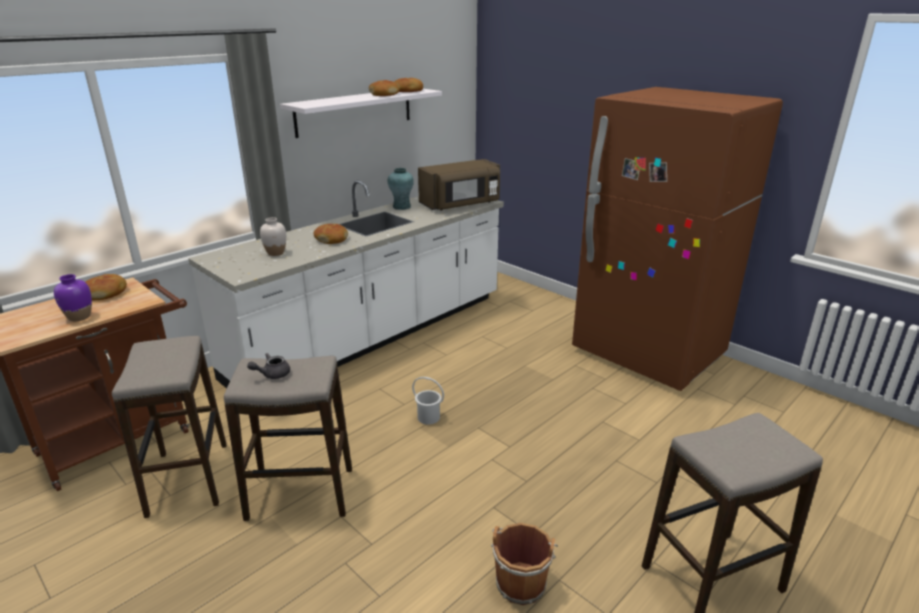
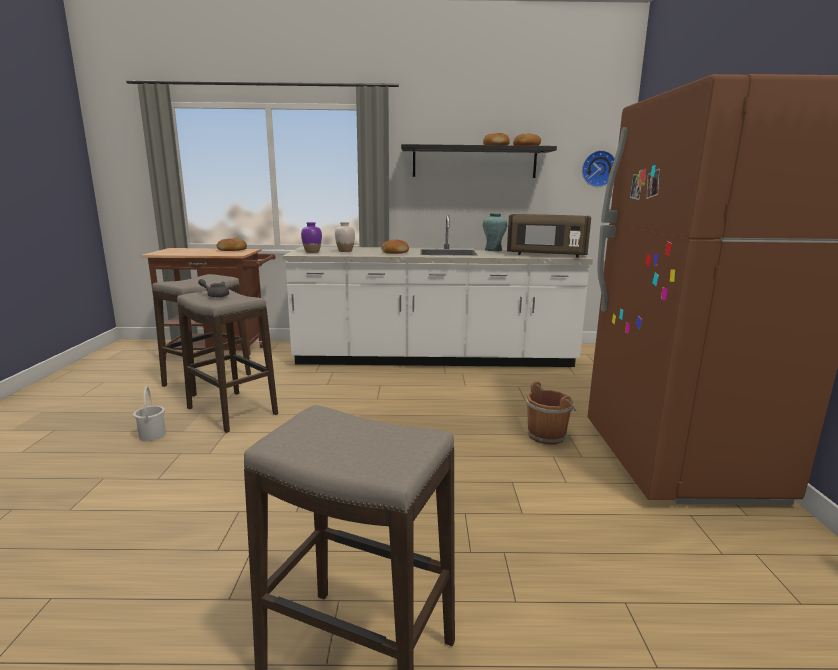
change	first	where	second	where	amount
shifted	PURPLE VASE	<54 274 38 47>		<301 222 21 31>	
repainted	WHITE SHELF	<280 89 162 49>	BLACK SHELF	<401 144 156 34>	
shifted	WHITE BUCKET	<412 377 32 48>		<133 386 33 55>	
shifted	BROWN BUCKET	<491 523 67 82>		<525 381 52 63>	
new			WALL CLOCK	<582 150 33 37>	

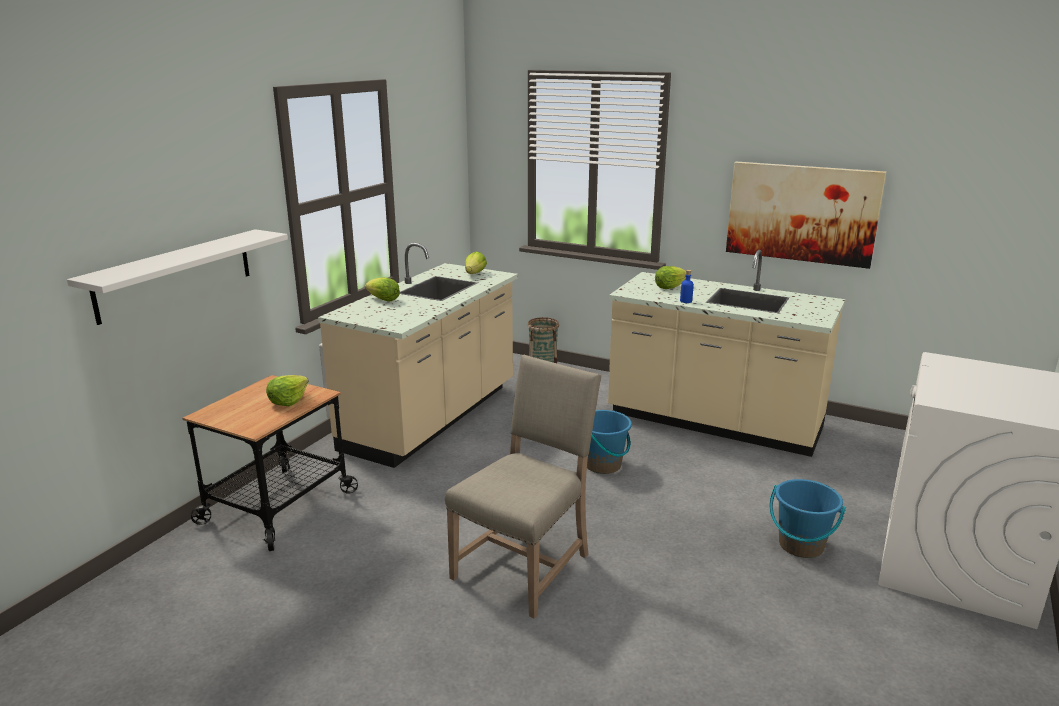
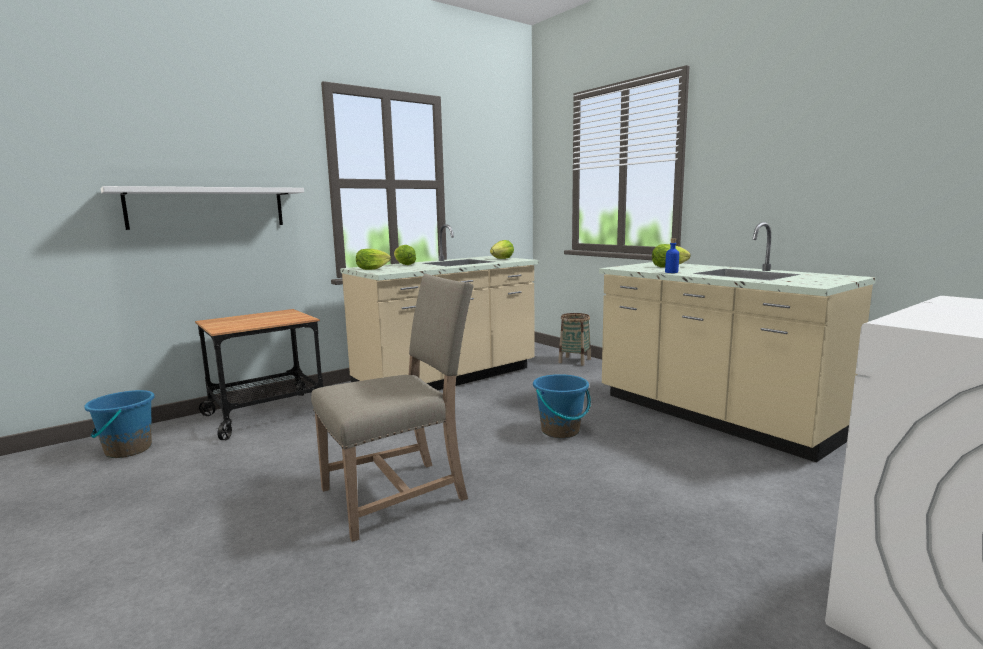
change	first	where	second	where	amount
shifted	LETTUCE	<266 375 43 31>		<356 249 35 21>	
gone	PICTURE	<726 162 160 107>			
shifted	BLUE BUCKET	<769 479 77 79>		<84 390 71 68>	

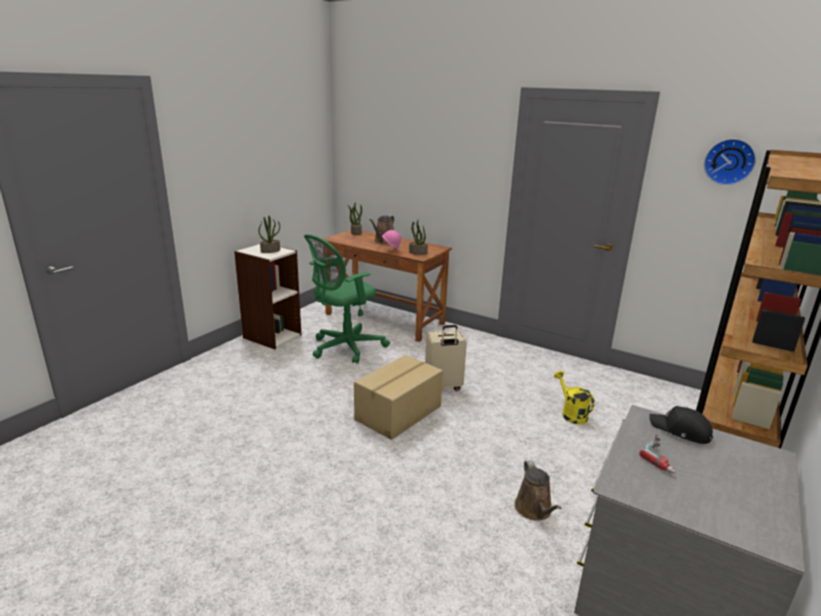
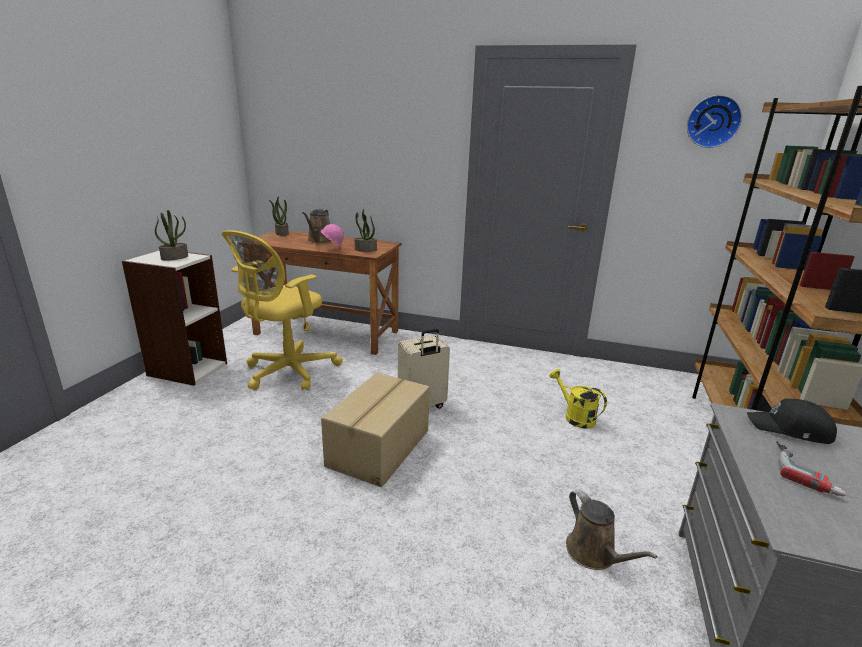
change	first	where	second	where	amount
repainted	GREEN OFFICE CHAIR	<304 234 86 130>	YELLOW OFFICE CHAIR	<222 230 121 160>	

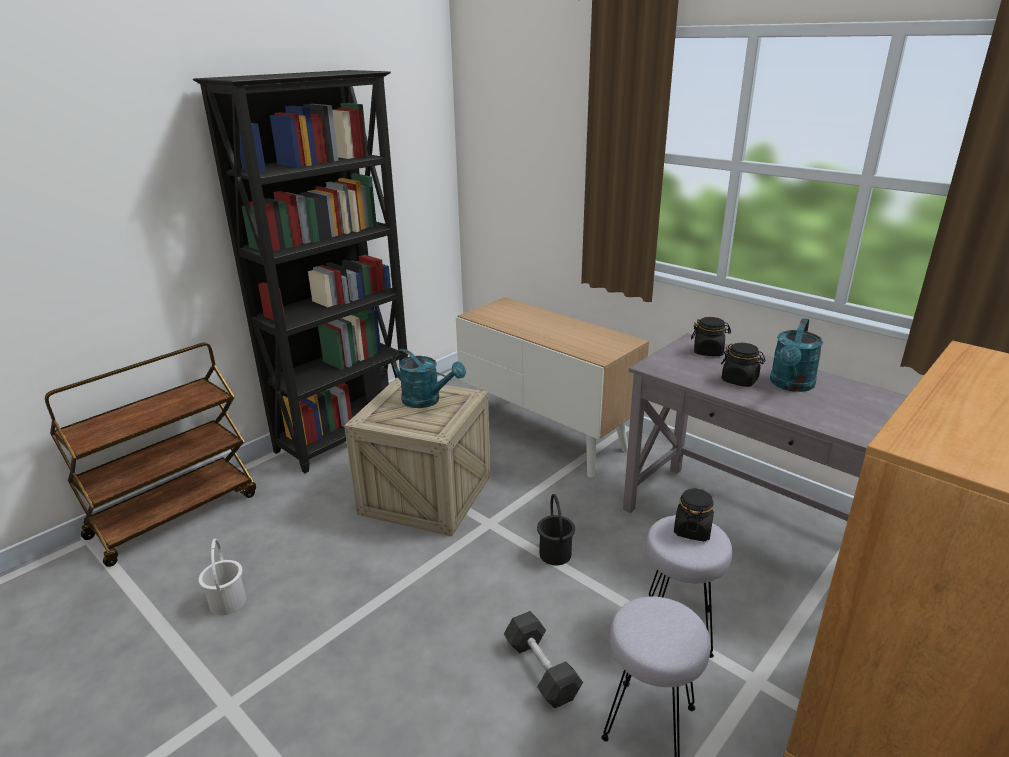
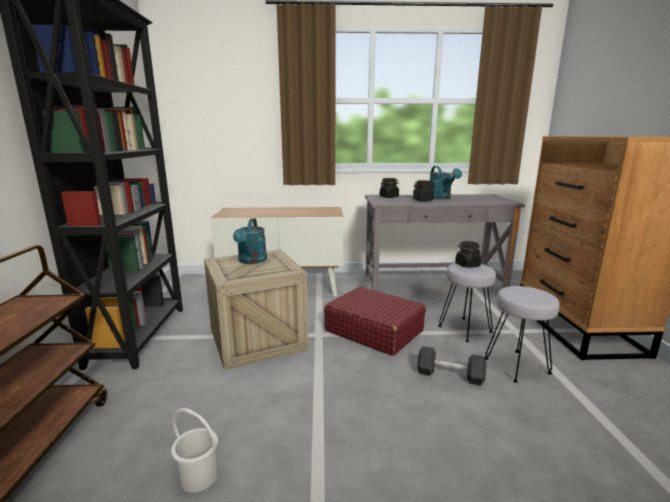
change	first	where	second	where	amount
rotated	TURQUOISE WATERING CAN	<392 349 74 59>		<233 218 34 46>	105 degrees clockwise
swapped	BLACK BUCKET	<537 494 38 71>	RED SUITCASE	<324 287 102 69>	

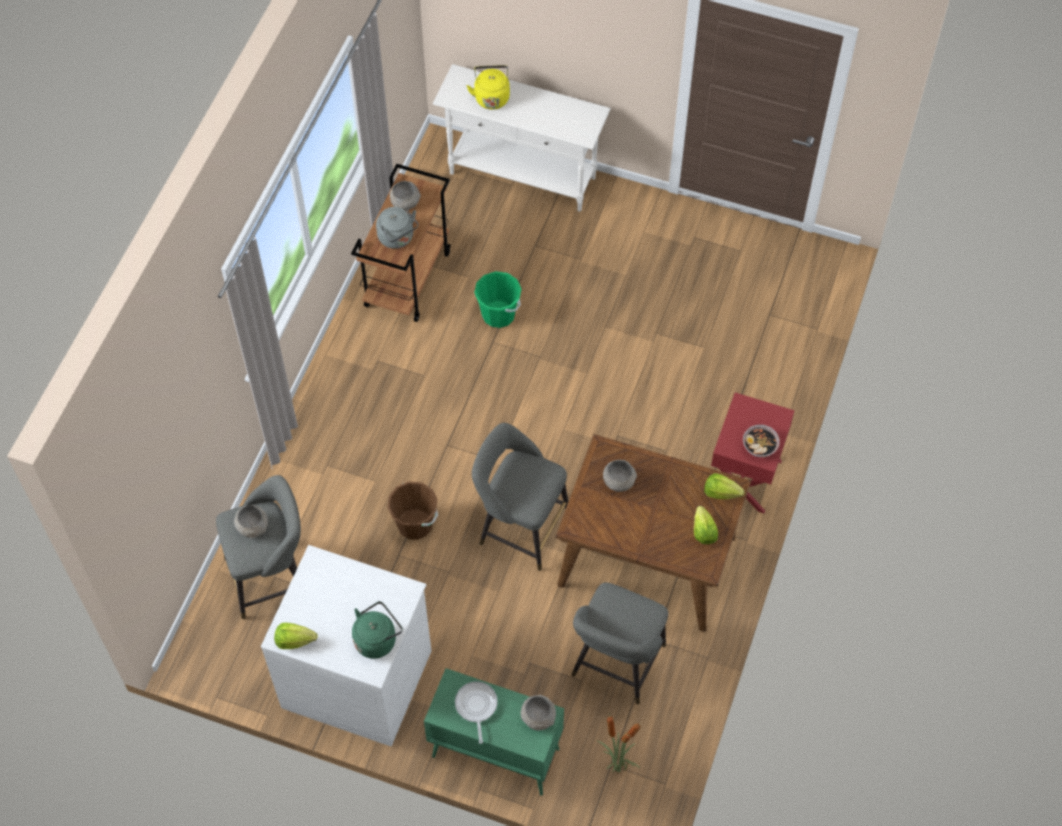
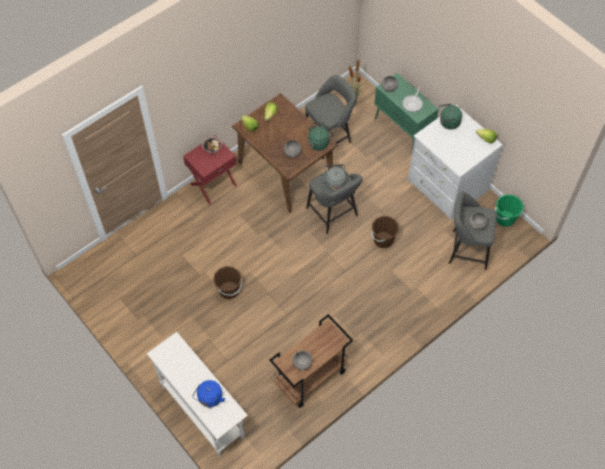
change	first	where	second	where	amount
shifted	GREY KETTLE	<376 207 43 42>		<320 164 26 27>	
repainted	YELLOW KETTLE	<467 65 43 45>	BLUE KETTLE	<192 380 33 27>	
shifted	GREEN BUCKET	<474 271 47 57>		<495 194 28 33>	
new			BROWN BUCKET	<213 266 29 33>	
new			GREEN KETTLE	<308 123 26 28>	

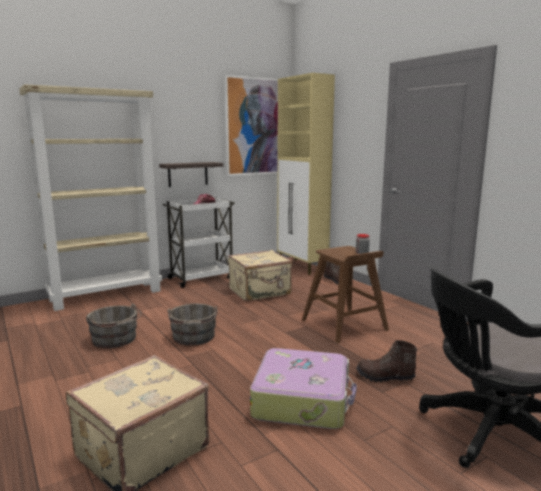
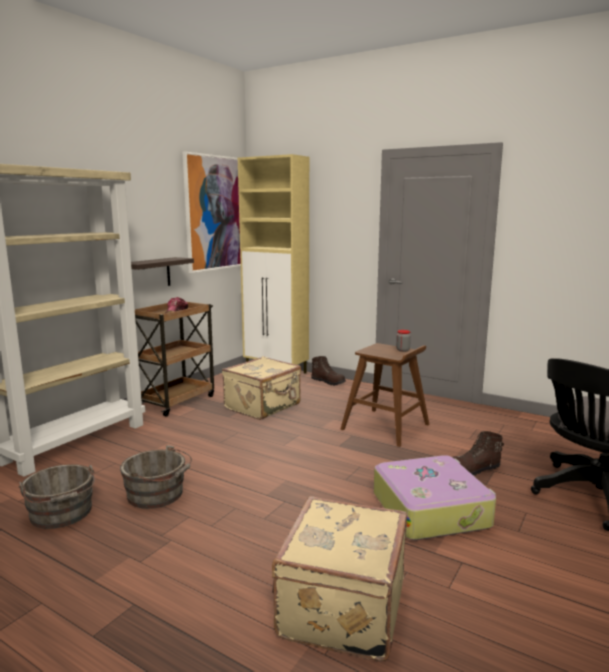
change	first	where	second	where	amount
repainted	WHITE CART	<163 197 72 91>	BROWN CART	<135 302 79 115>	
shifted	GREY BUCKET	<167 304 51 41>		<18 464 77 65>	

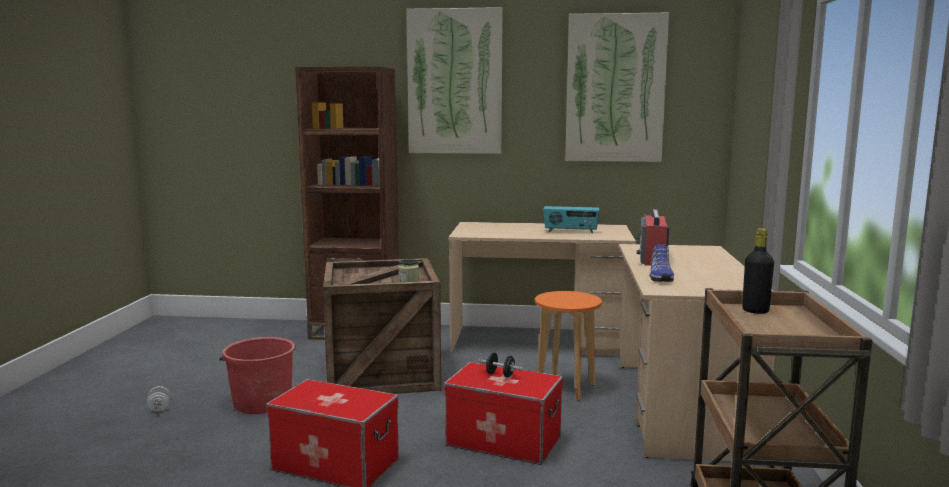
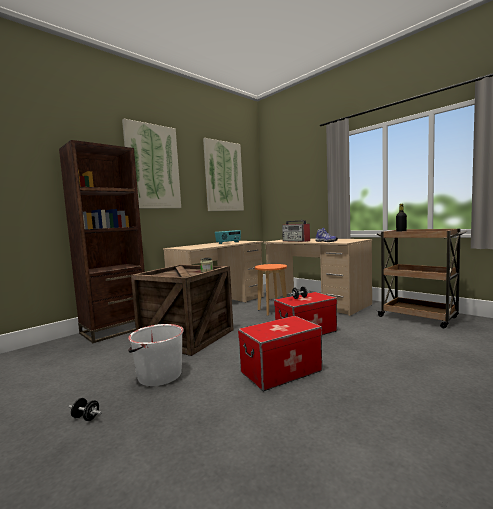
change	first	where	second	where	amount
repainted	WHITE DUMBBELL	<147 386 23 26>	BLACK DUMBBELL	<69 398 33 23>	
repainted	RED BUCKET	<219 337 77 77>	WHITE BUCKET	<128 324 56 62>	

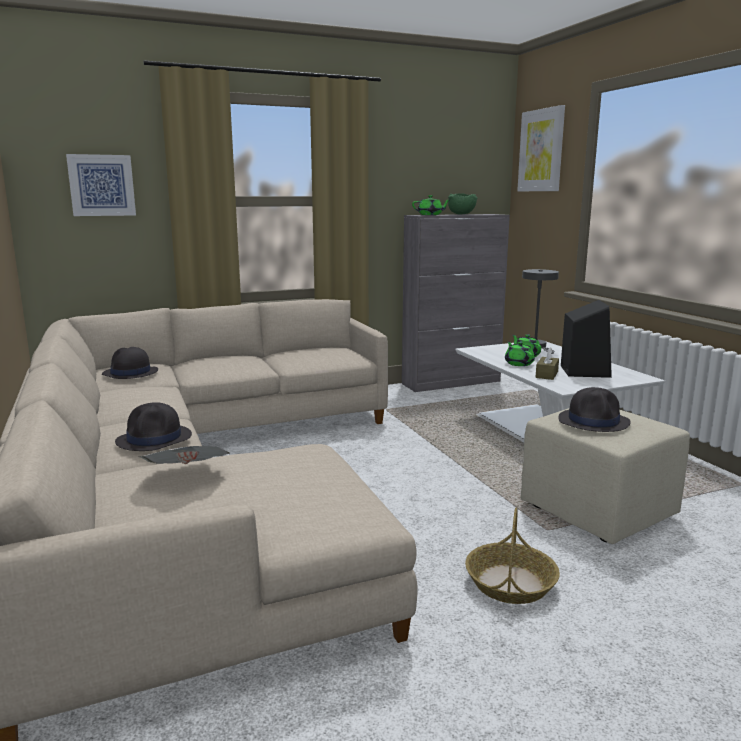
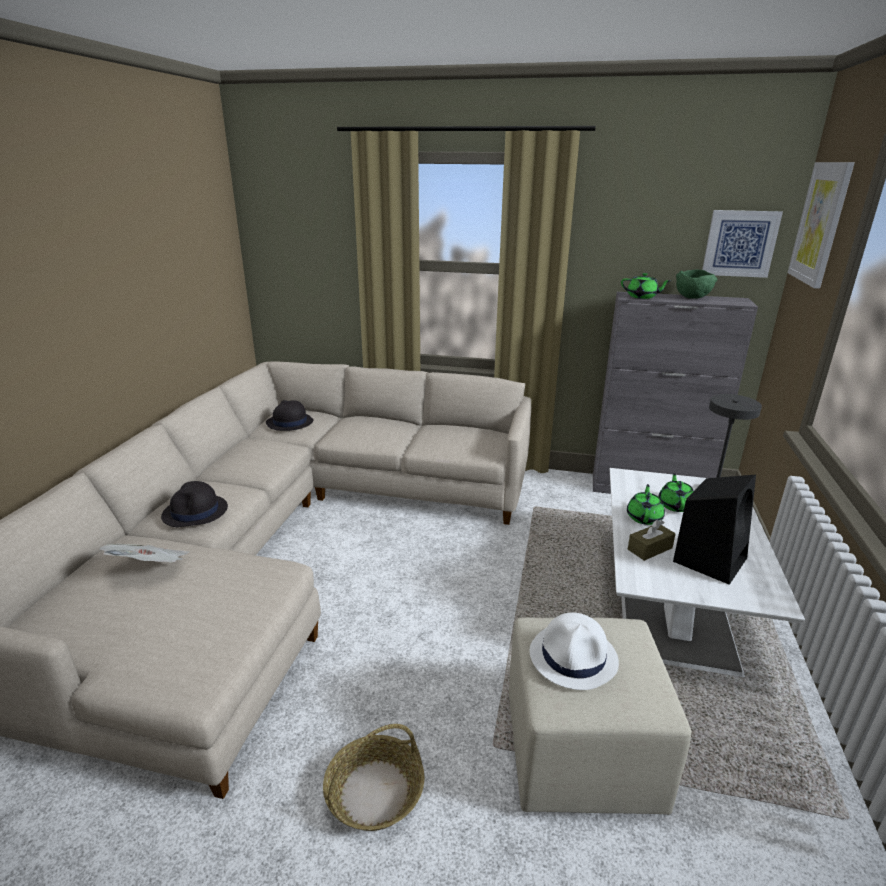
change	first	where	second	where	amount
shifted	PICTURE	<66 154 70 62>		<702 210 81 68>	
repainted	BLACK HAT	<558 387 73 45>	WHITE HAT	<530 612 89 78>	

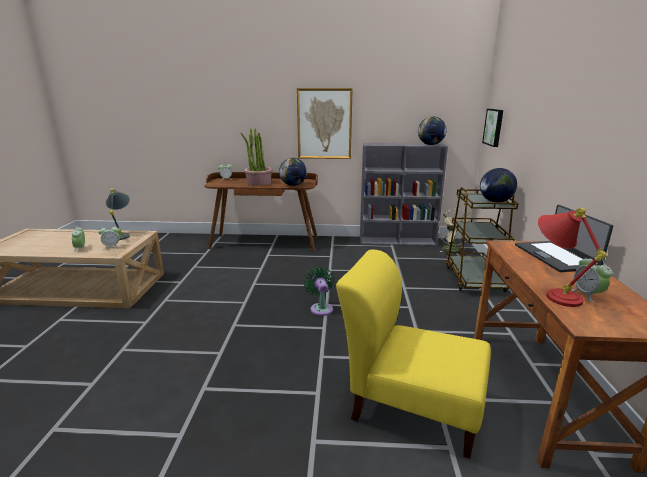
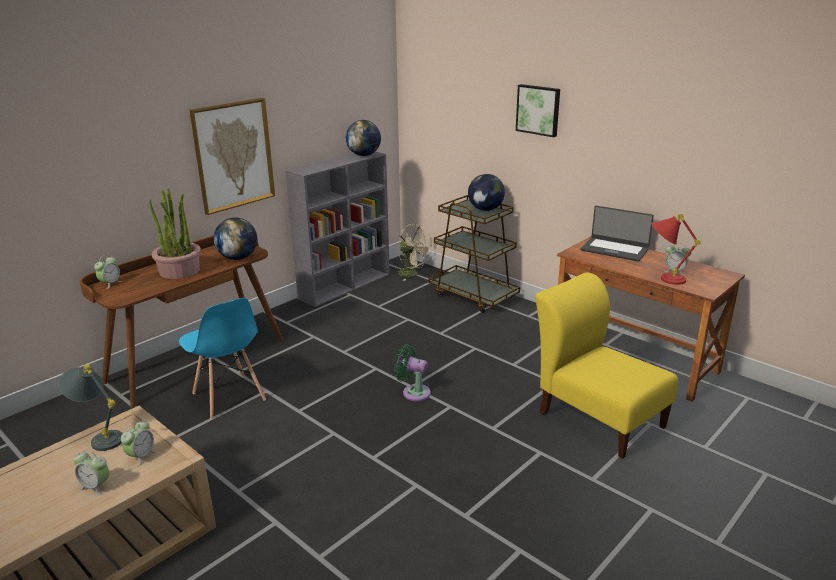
change	first	where	second	where	amount
rotated	YELLOW CHAIR	<336 249 155 210>		<535 272 143 187>	75 degrees clockwise
shifted	PICTURE	<482 109 21 38>		<516 84 44 53>	
new			BLUE CHAIR	<179 298 87 122>	

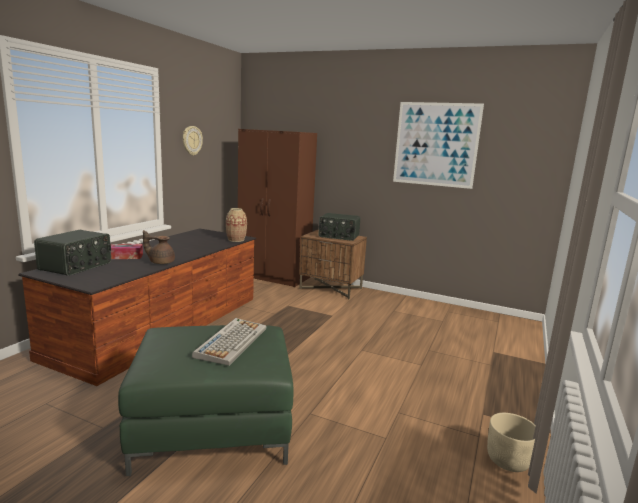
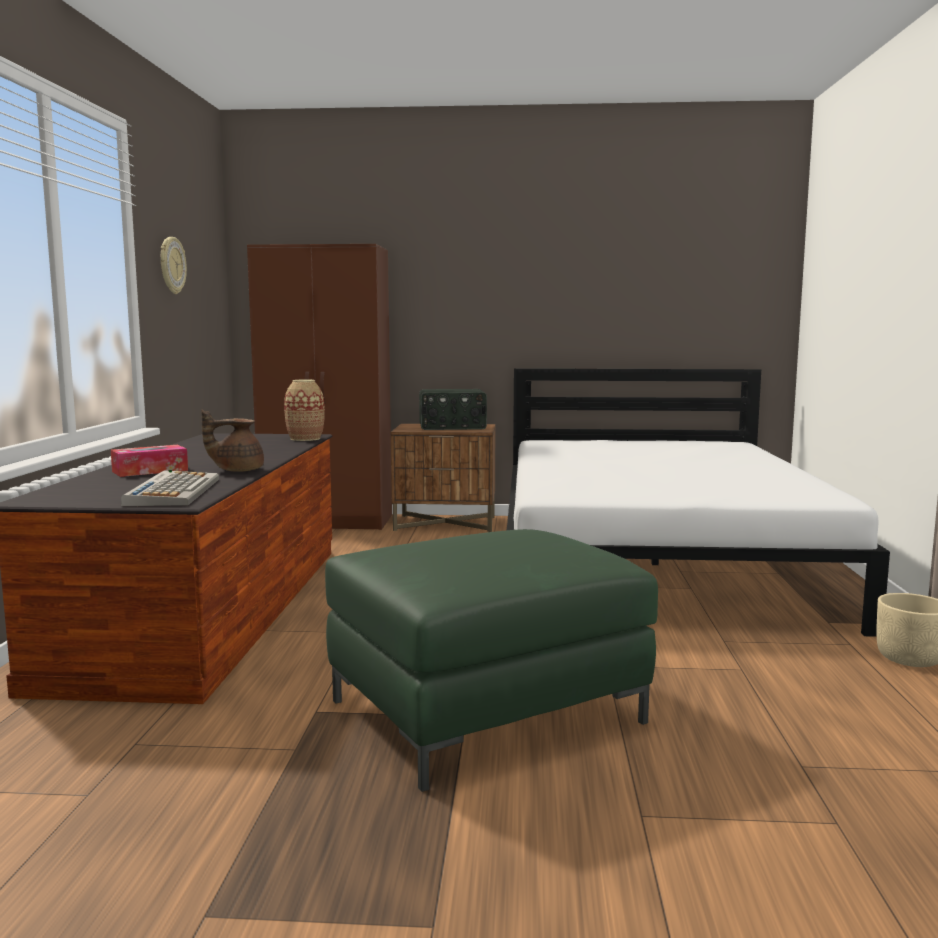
change	first	where	second	where	amount
gone	RADIO	<34 230 77 46>			
shifted	KEYBOARD	<192 318 74 48>		<121 470 98 36>	
gone	PICTURE	<393 102 91 87>			
new			WHITE BED	<507 368 383 269>	

